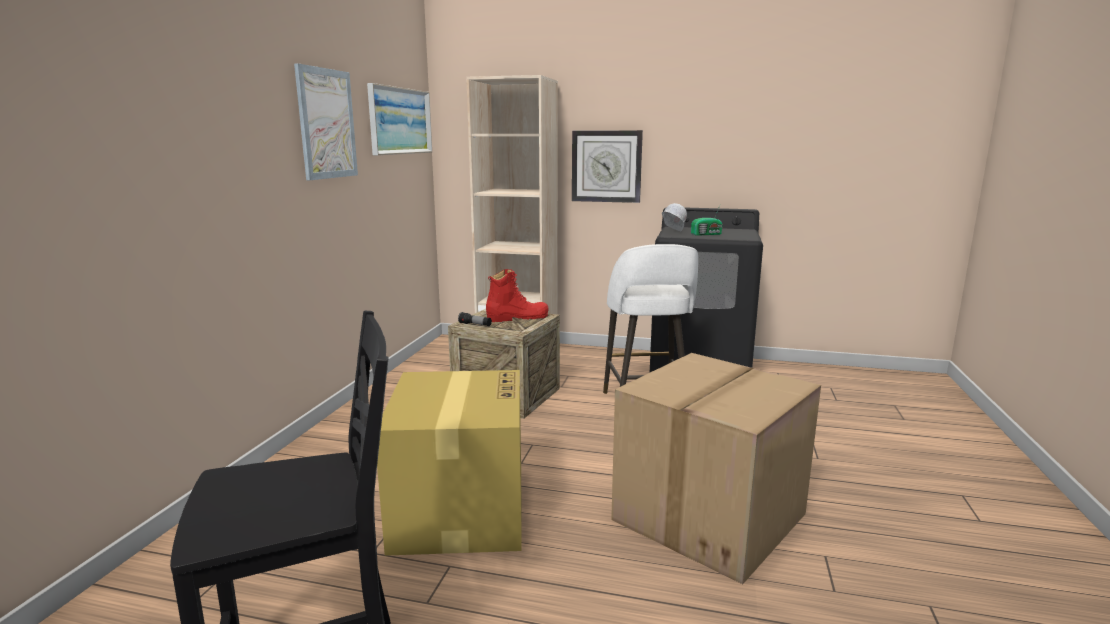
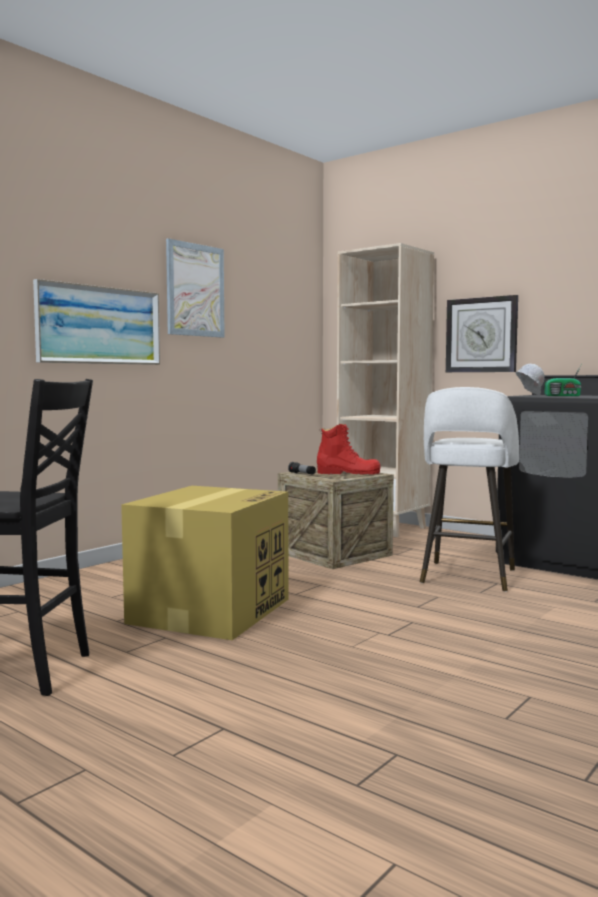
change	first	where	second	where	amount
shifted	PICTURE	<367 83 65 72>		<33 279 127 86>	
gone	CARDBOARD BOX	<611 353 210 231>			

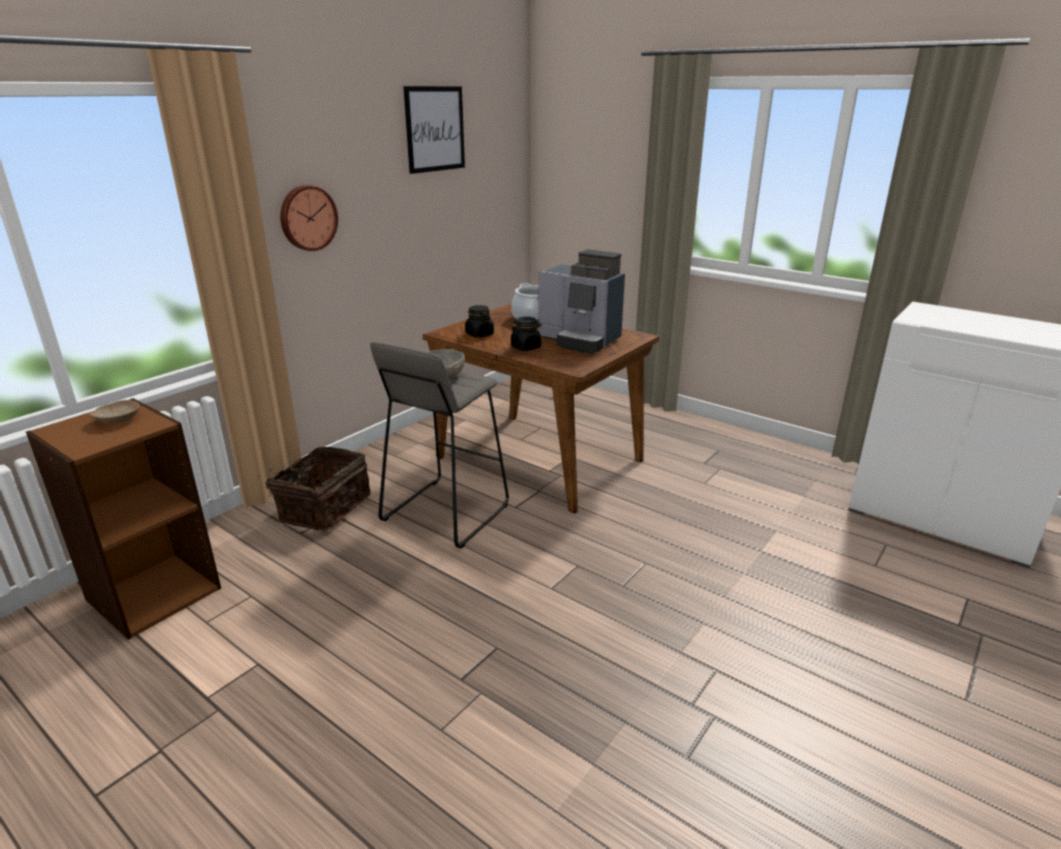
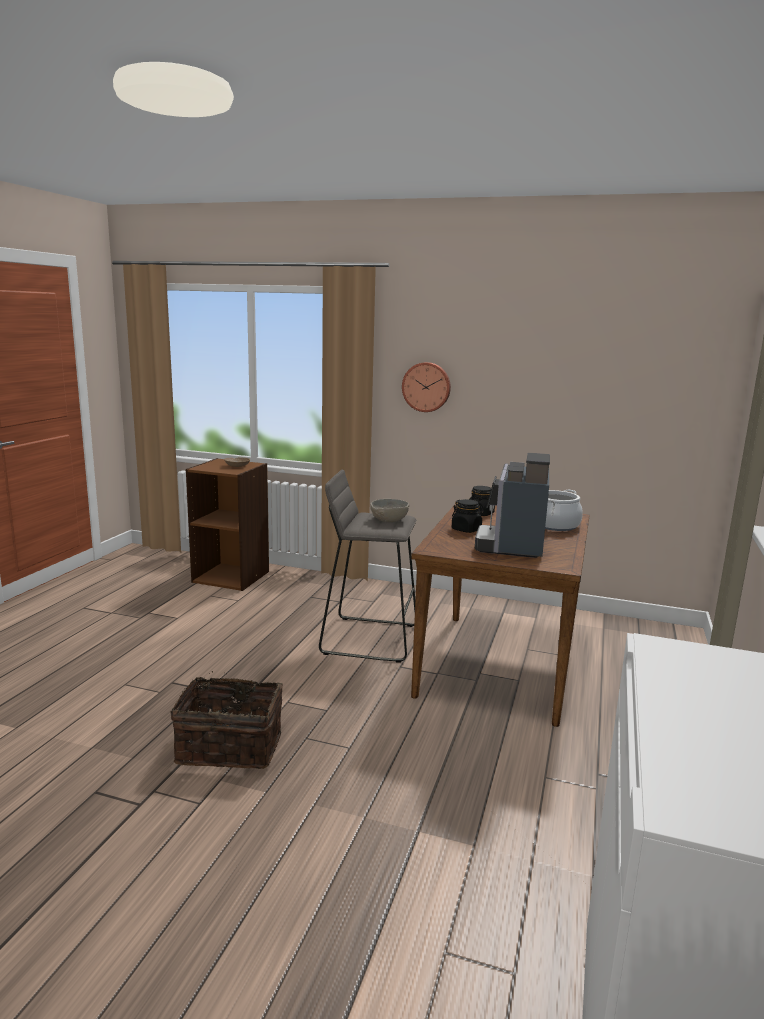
change	first	where	second	where	amount
shifted	BASKET	<258 447 113 84>		<170 671 113 98>	
gone	PICTURE	<403 86 62 88>			

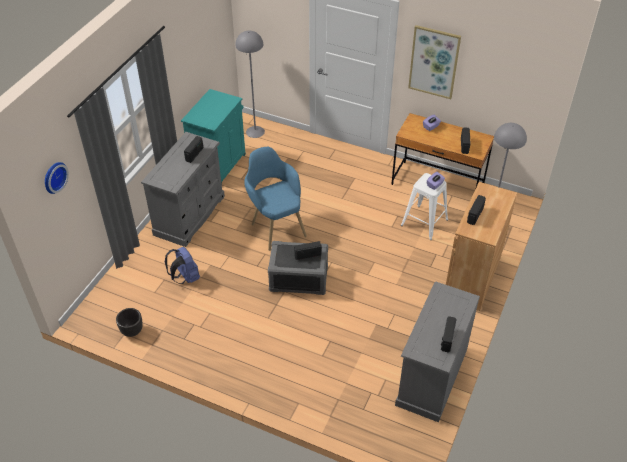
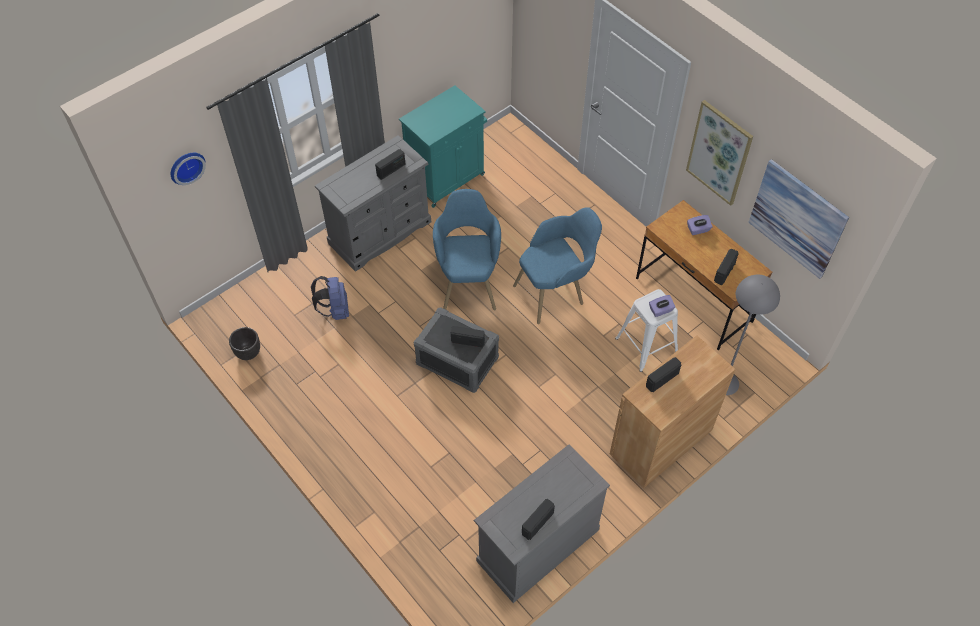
change	first	where	second	where	amount
gone	GREY FLOOR LAMP	<235 30 30 108>			
new			BLUE ARMCHAIR	<513 207 89 117>	
new			PICTURE	<748 159 101 120>	

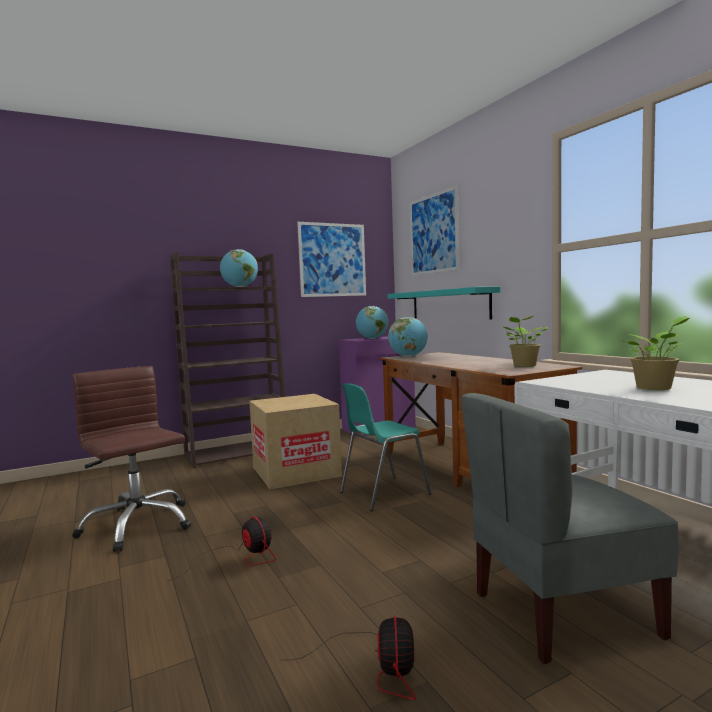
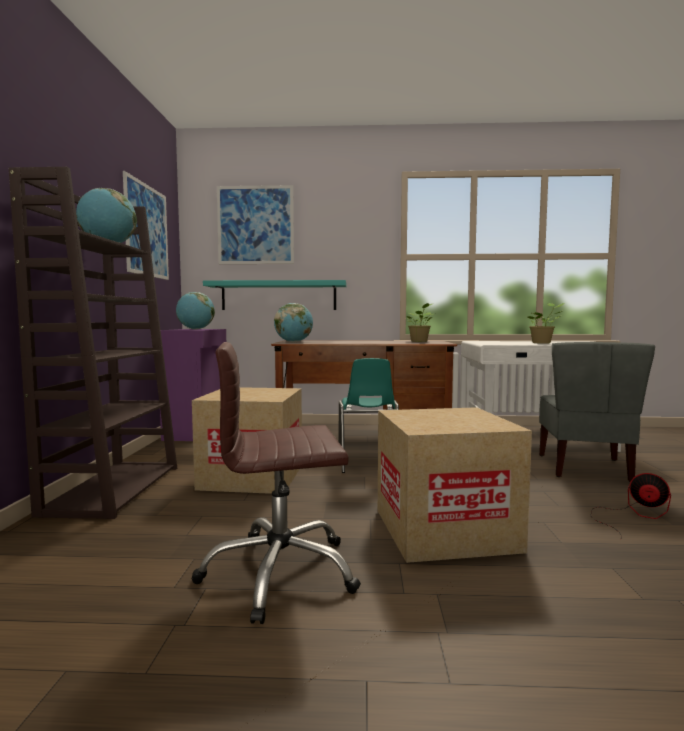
change	first	where	second	where	amount
swapped	FAN	<168 517 108 64>	CARDBOARD BOX	<378 407 154 156>	

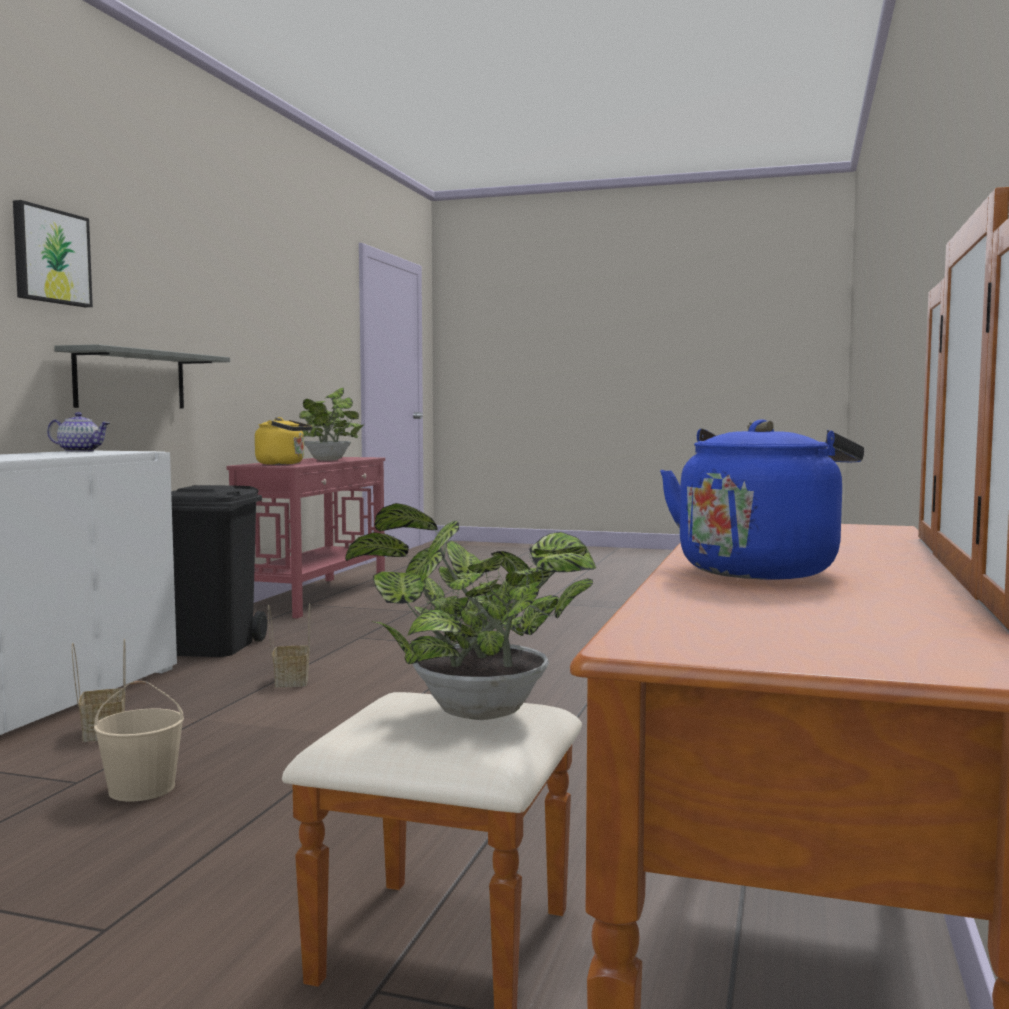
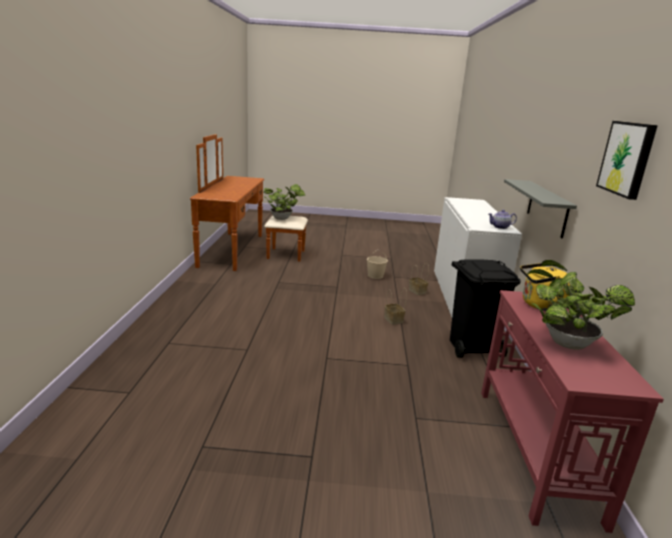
change	first	where	second	where	amount
shifted	PICTURE	<13 200 80 107>		<596 121 62 79>	
gone	BLUE KETTLE	<660 419 204 161>			

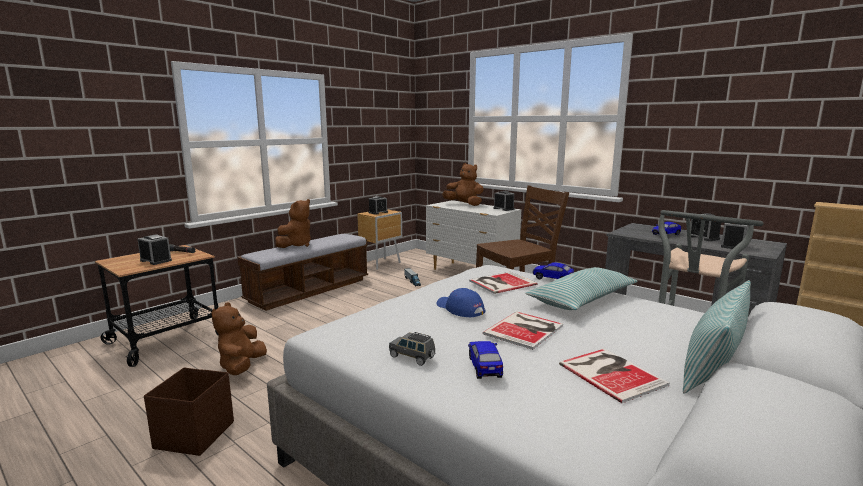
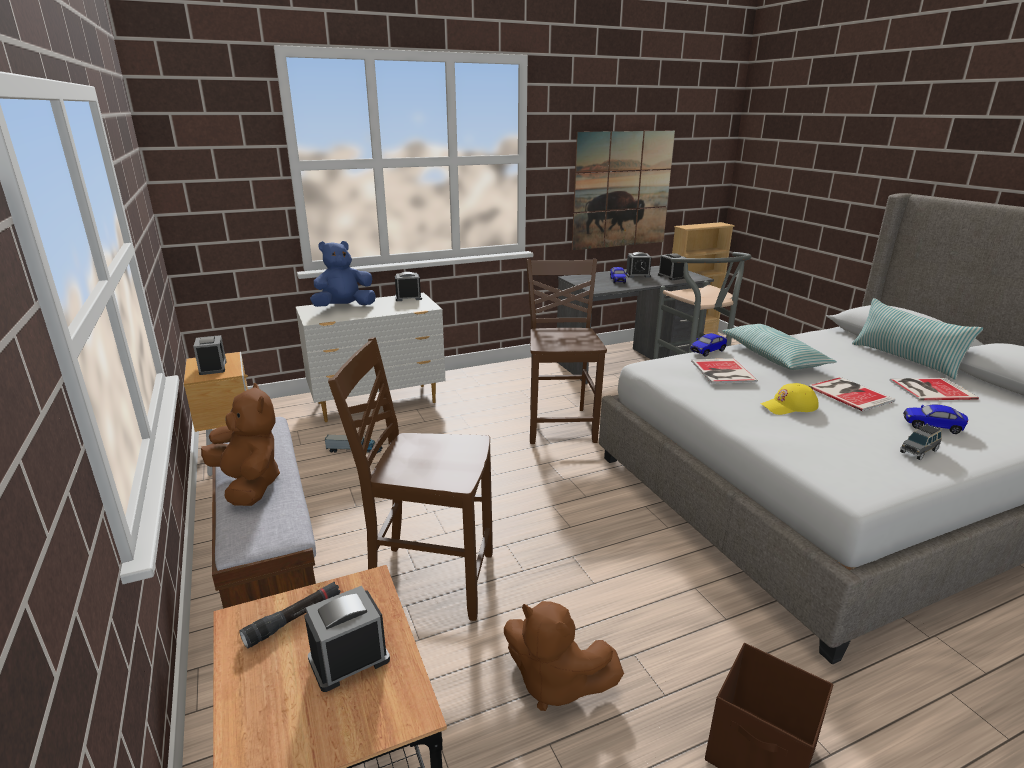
change	first	where	second	where	amount
repainted	BLUE CAP	<437 288 48 29>	YELLOW CAP	<760 383 59 32>	
repainted	BROWN PLUSH TOY	<442 163 42 43>	BLUE PLUSH TOY	<310 241 66 66>	
new			BROWN CHAIR	<328 337 165 284>	
new			PICTURE	<572 131 103 119>	

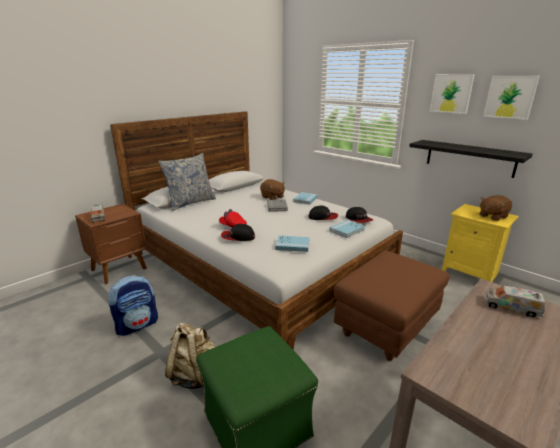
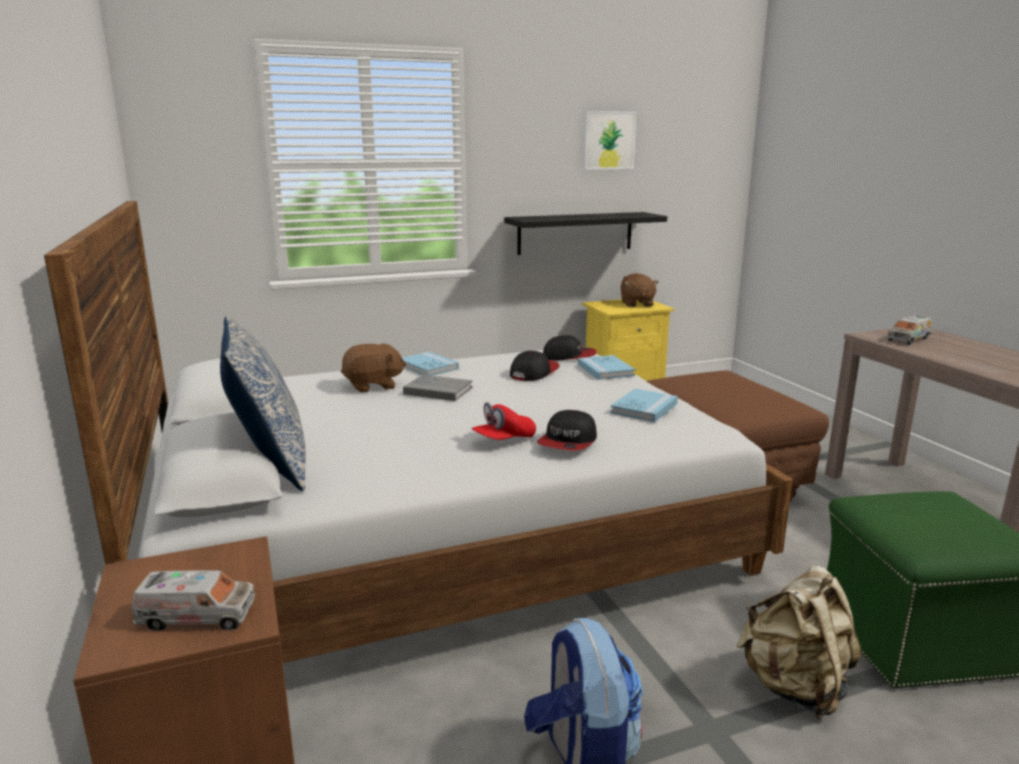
change	first	where	second	where	amount
gone	PICTURE	<430 74 45 40>			

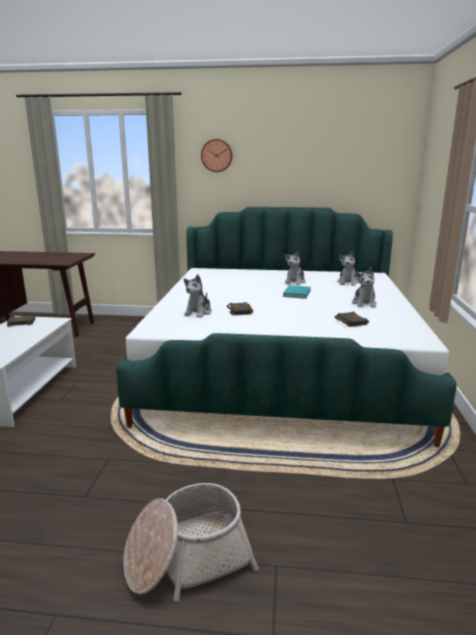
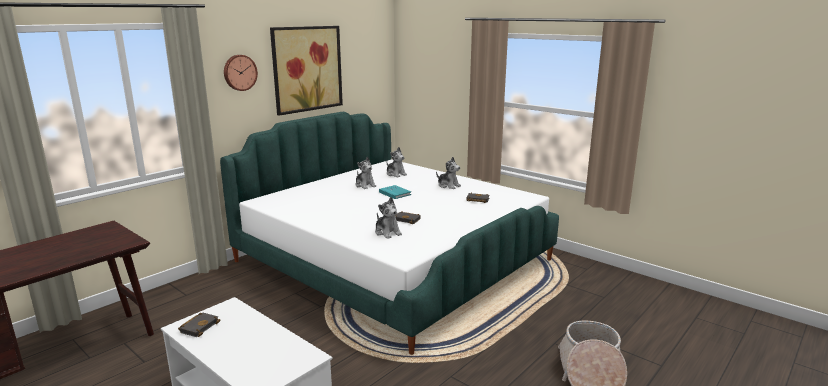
change	first	where	second	where	amount
new			PICTURE	<270 26 73 90>	

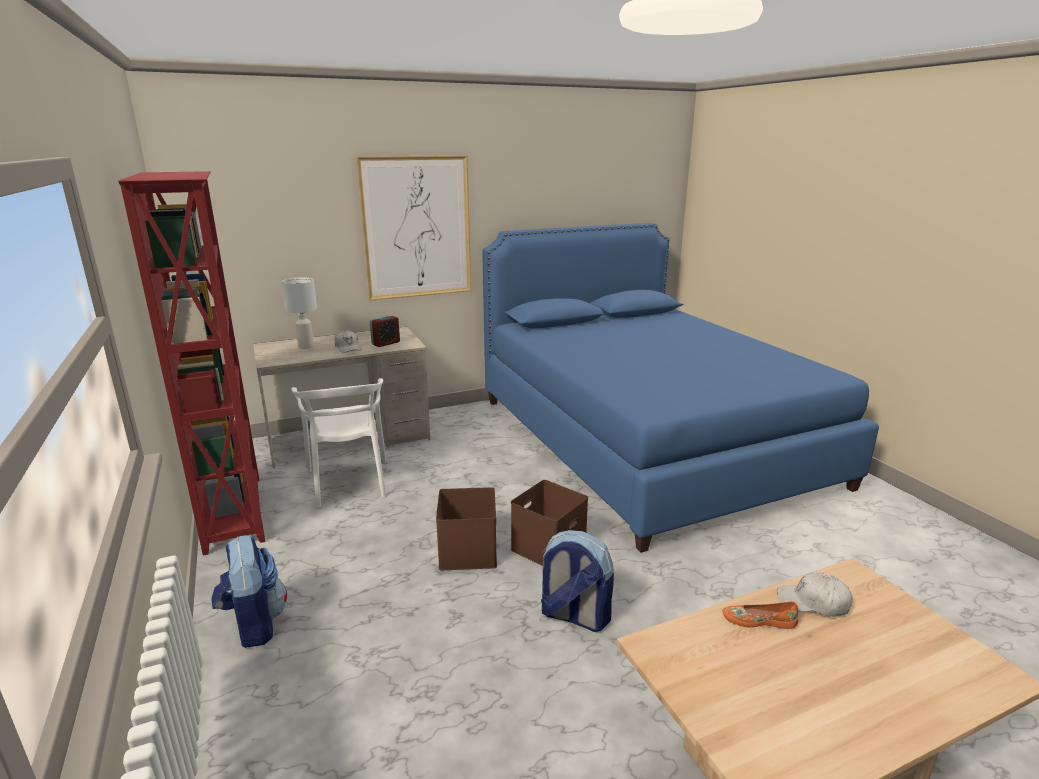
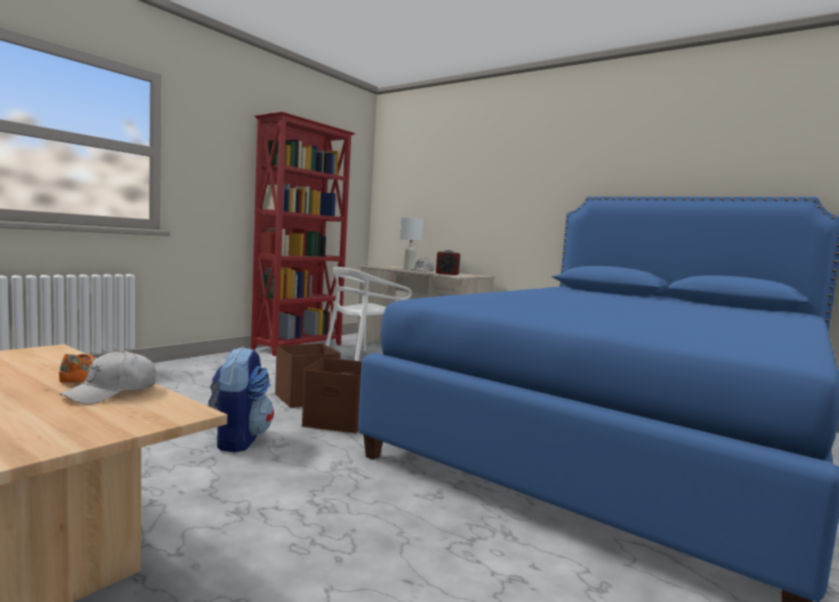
change	first	where	second	where	amount
gone	BACKPACK	<211 535 76 113>			
gone	PICTURE	<356 155 115 146>			
rotated	WHITE CAP	<777 571 76 46>		<59 350 97 55>	135 degrees counterclockwise

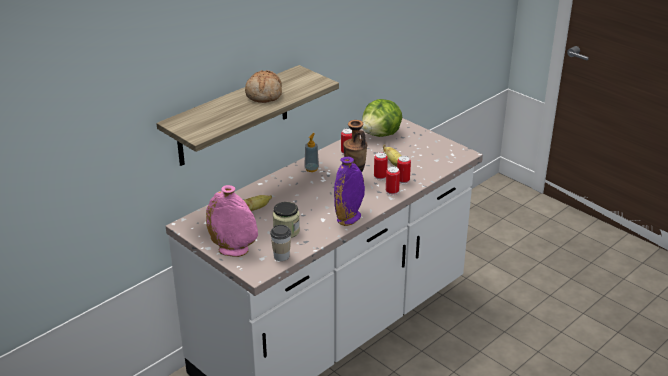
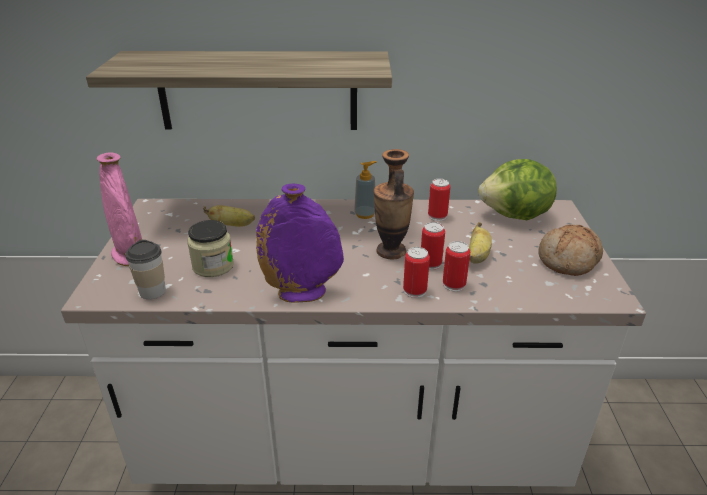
change	first	where	second	where	amount
shifted	BREAD	<245 70 37 33>		<538 225 65 51>	

